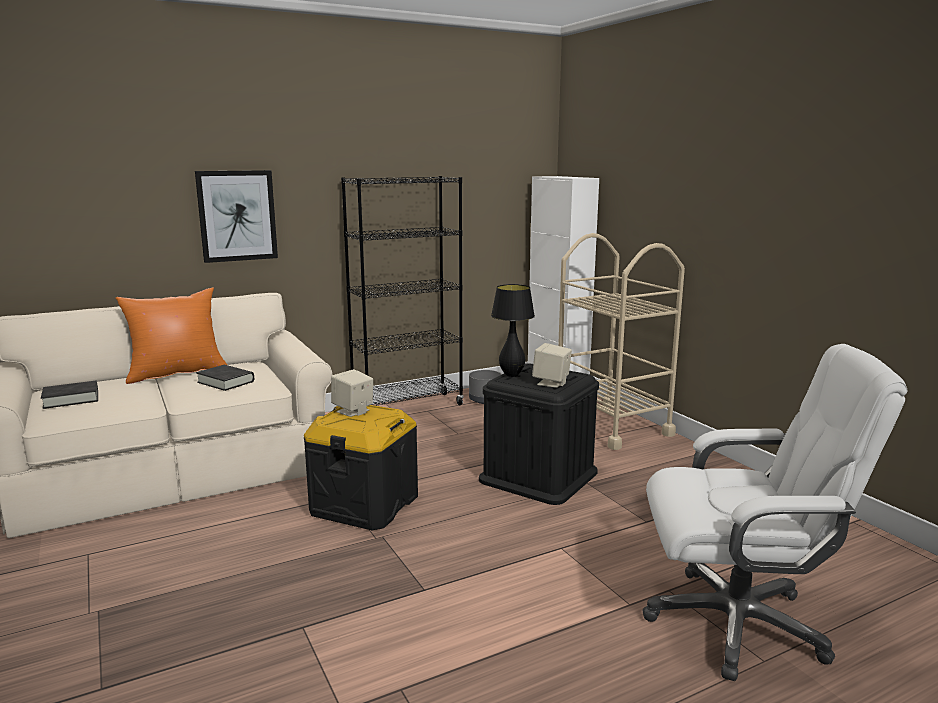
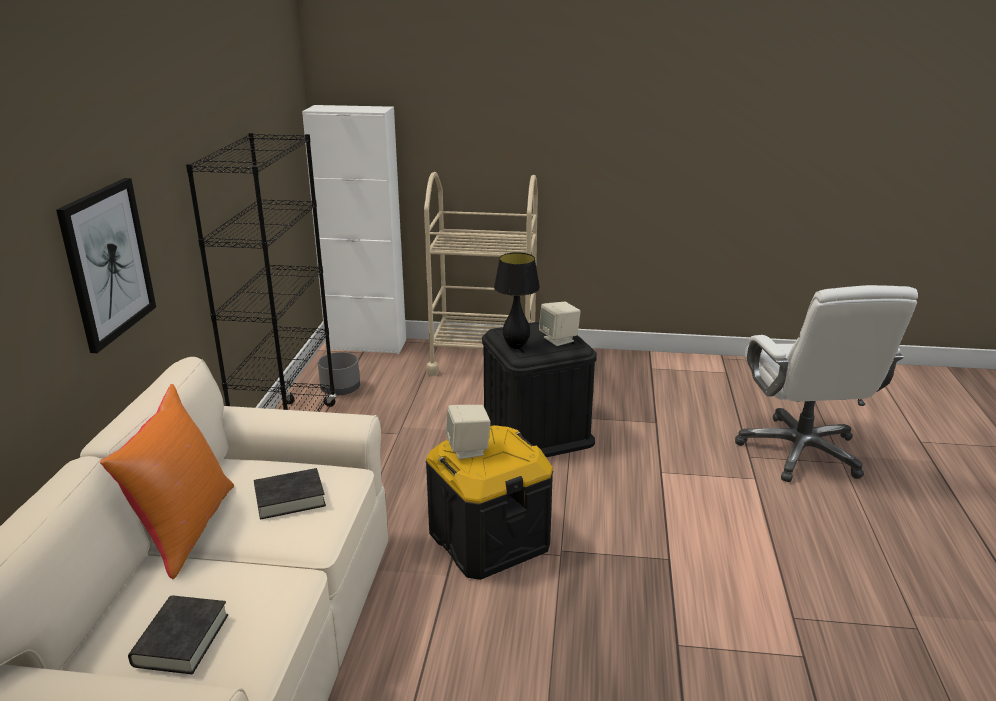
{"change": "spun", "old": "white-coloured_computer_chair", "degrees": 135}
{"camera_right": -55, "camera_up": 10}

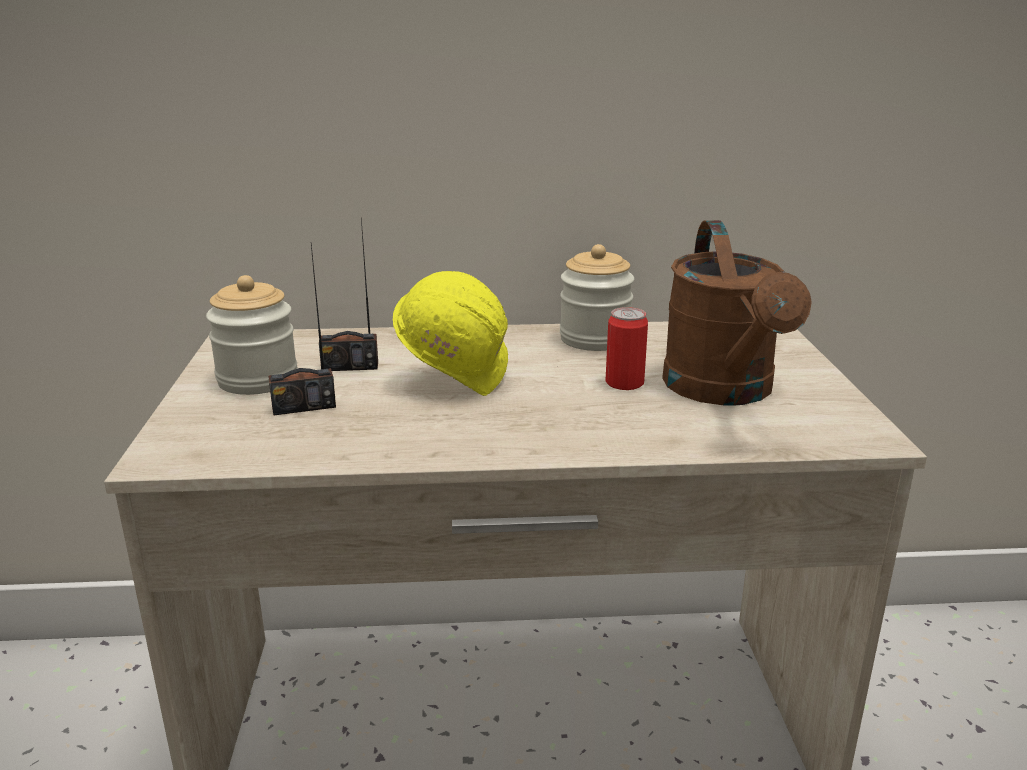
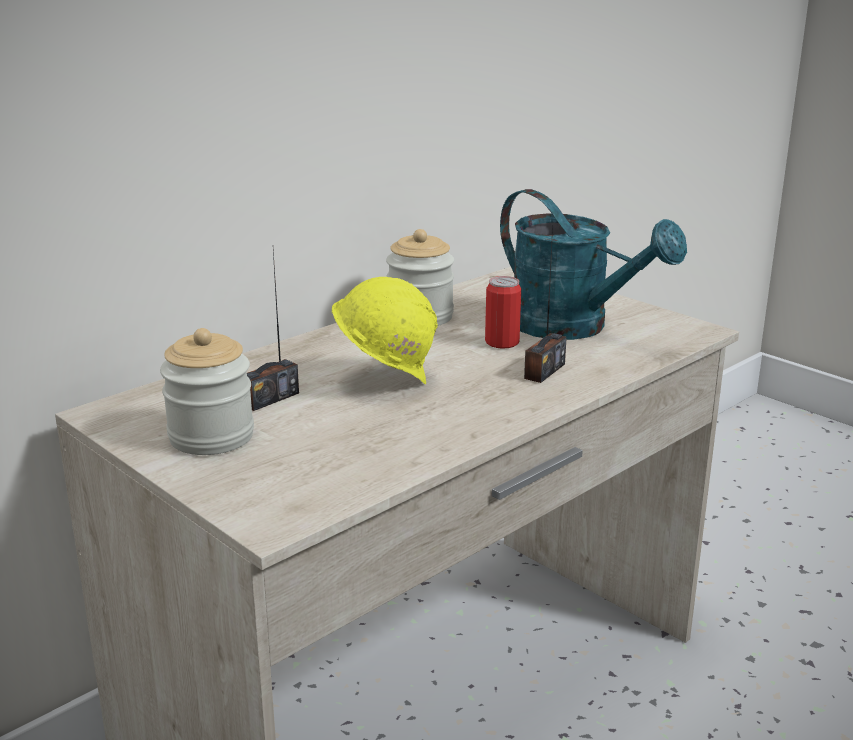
{"change": "relocated", "old": "radio_set (no. 1 from left in the first image)", "new": "radio_set (no. 2 from left)"}
{"change": "colour", "old": "brownish_watering_can", "new": "blue-green_watering_can"}
{"camera_right": -40, "camera_up": 0}

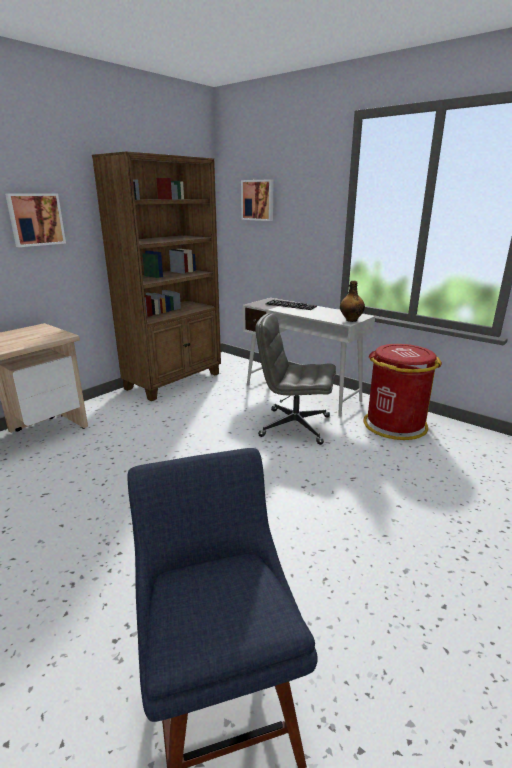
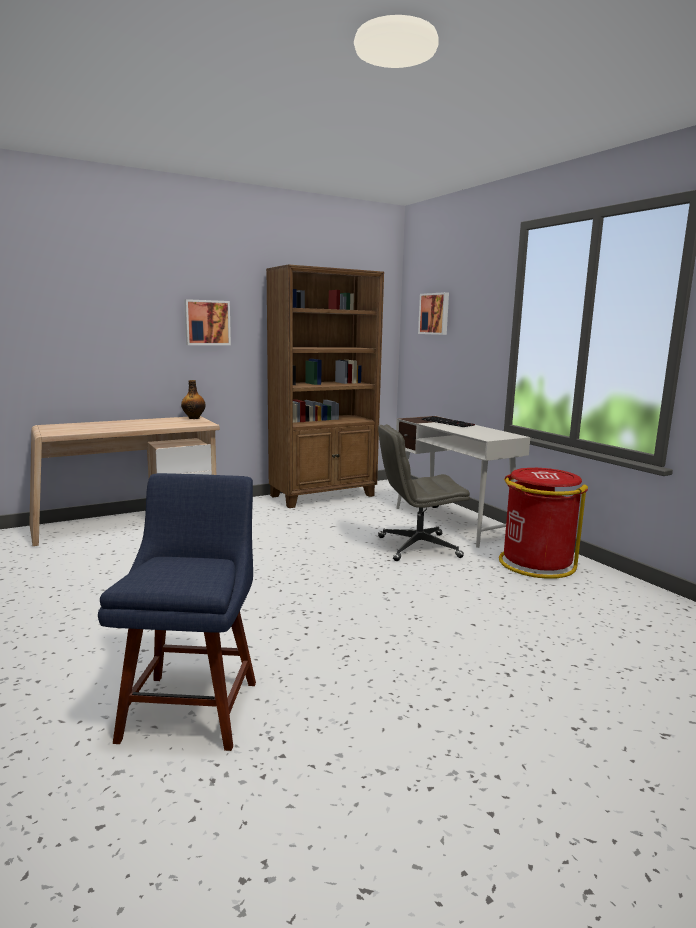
{"change": "spun", "old": "greyish_computer_chair", "degrees": -45}
{"change": "relocated", "old": "drink_bottle"}
{"camera_right": 20, "camera_up": -10}

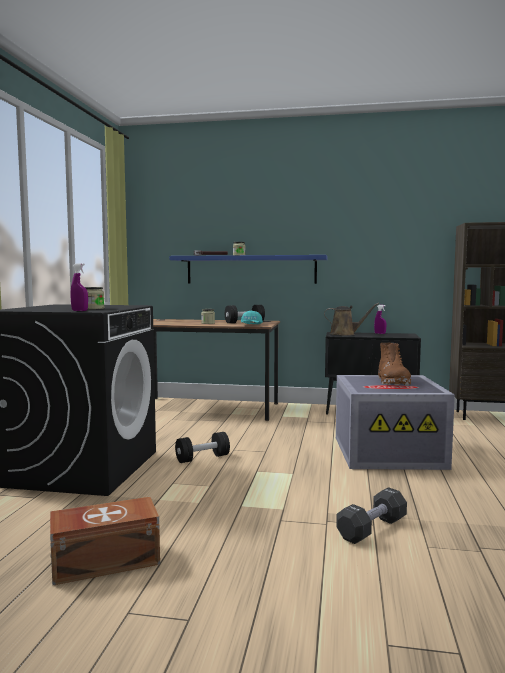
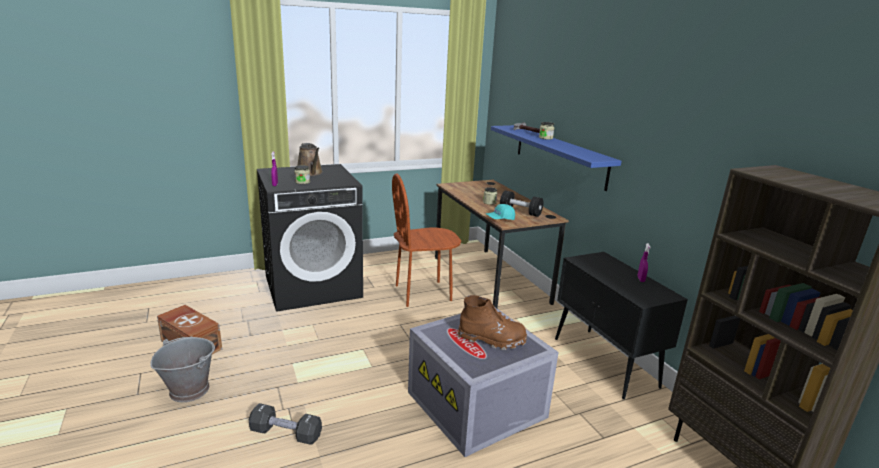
{"change": "missing", "old": "black-coloured_dumbbell (no. 1 from left)"}
{"change": "relocated", "old": "brownish_watering_can"}
{"change": "spun", "old": "brownish_tall_boot", "degrees": -135}
{"change": "appeared", "new": "greyish_water_bucket"}
{"change": "appeared", "new": "brownish_plain_chair"}
{"camera_right": 55, "camera_up": 15}

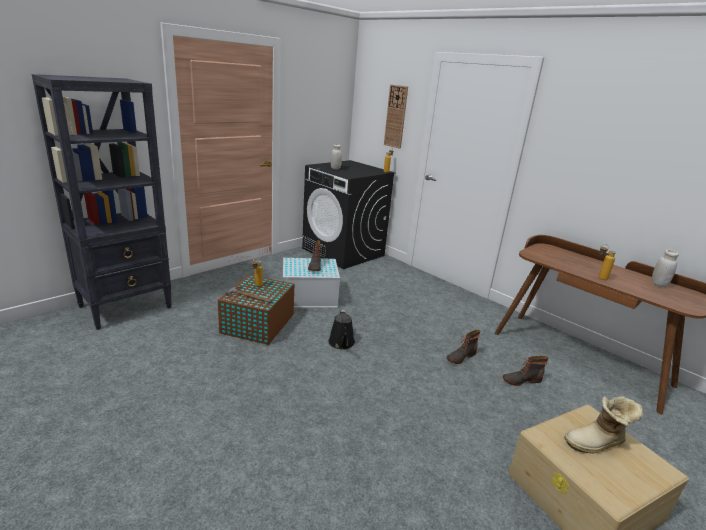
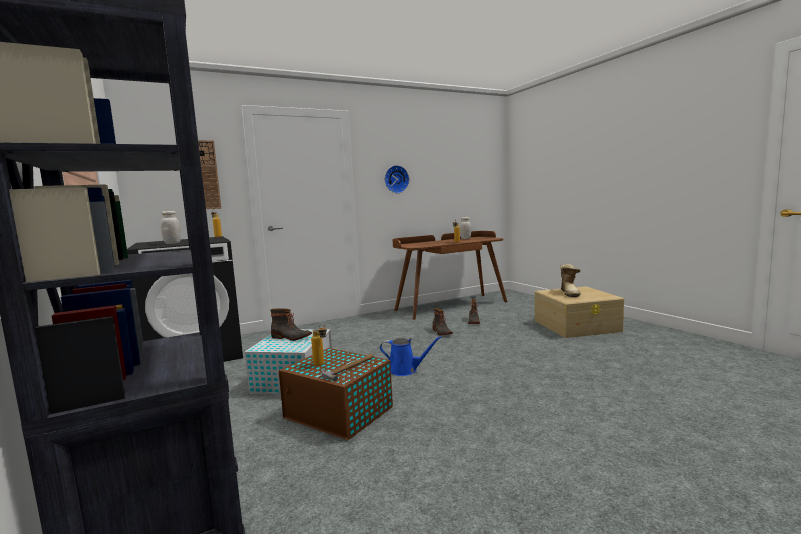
{"change": "colour", "old": "black-coloured_watering_can", "new": "bluish_watering_can"}
{"change": "appeared", "new": "clock_on_the_wall (no. 2 from left)"}
{"camera_right": -70, "camera_up": -15}

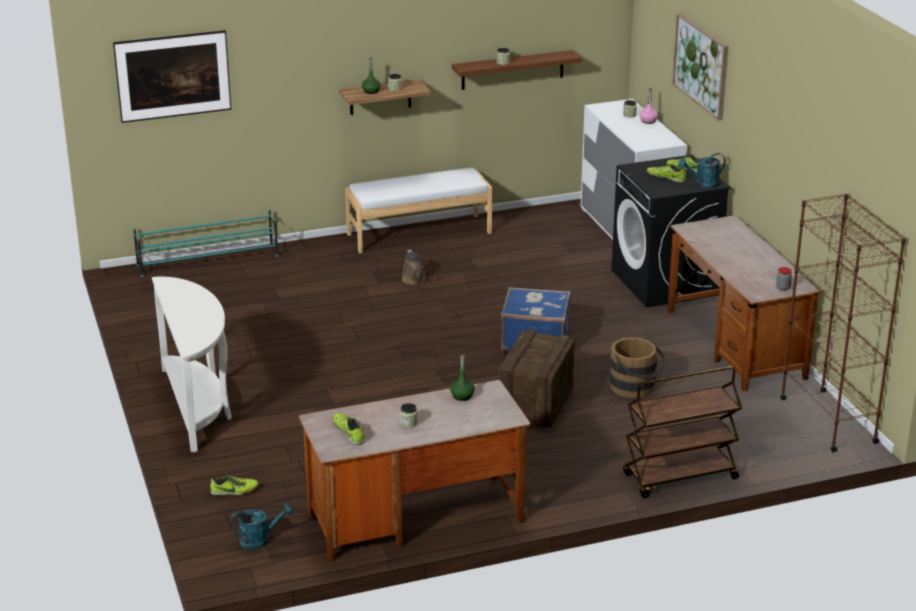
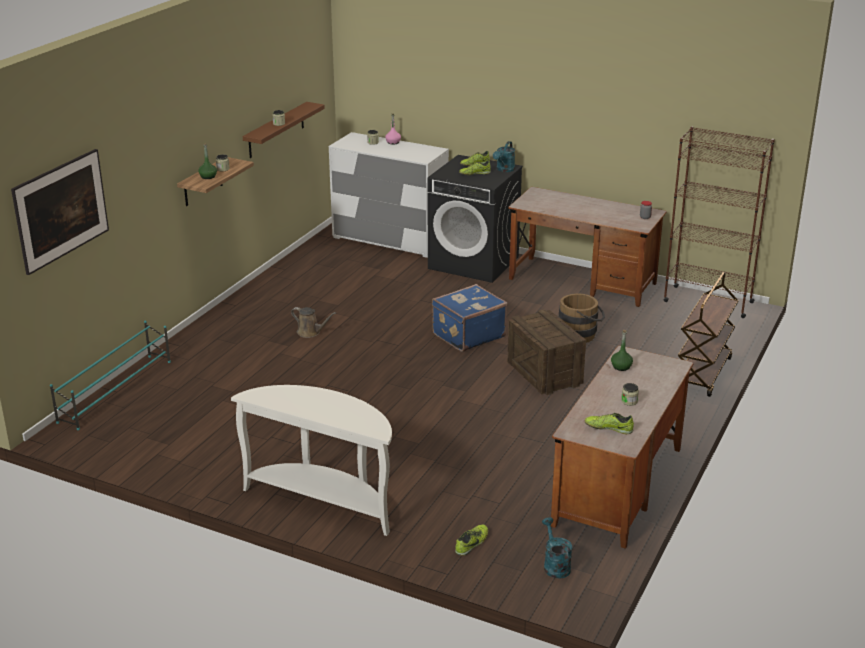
{"change": "spun", "old": "blue-green_watering_can (no. 1 from left in the first image)", "degrees": -45}
{"change": "missing", "old": "white-coloured_indoor_bench"}
{"change": "missing", "old": "wall_picture (no. 2 from left)"}
{"camera_right": -45, "camera_up": 0}

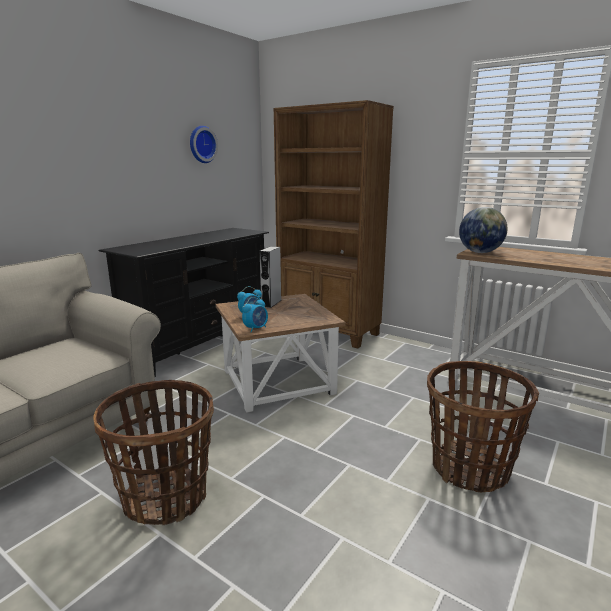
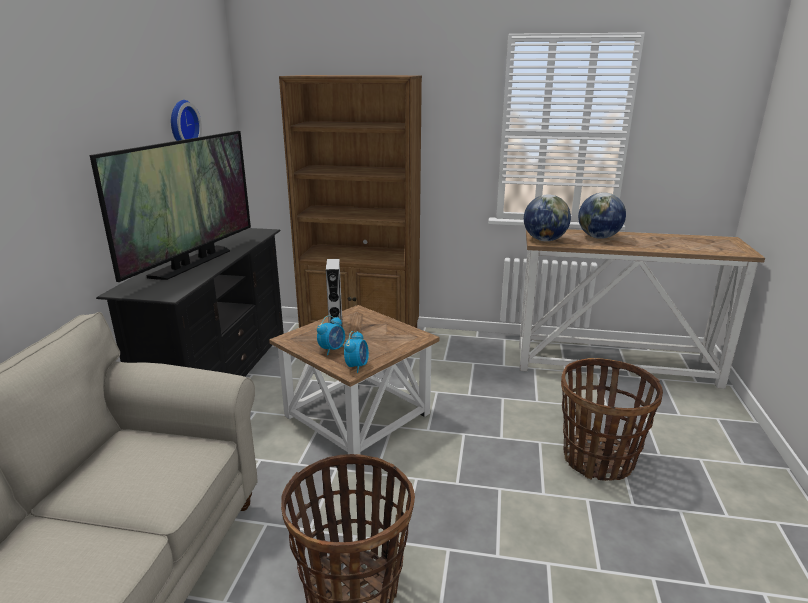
{"change": "appeared", "new": "TV"}
{"change": "appeared", "new": "world_globe (no. 2 from left)"}
{"camera_right": -25, "camera_up": 5}

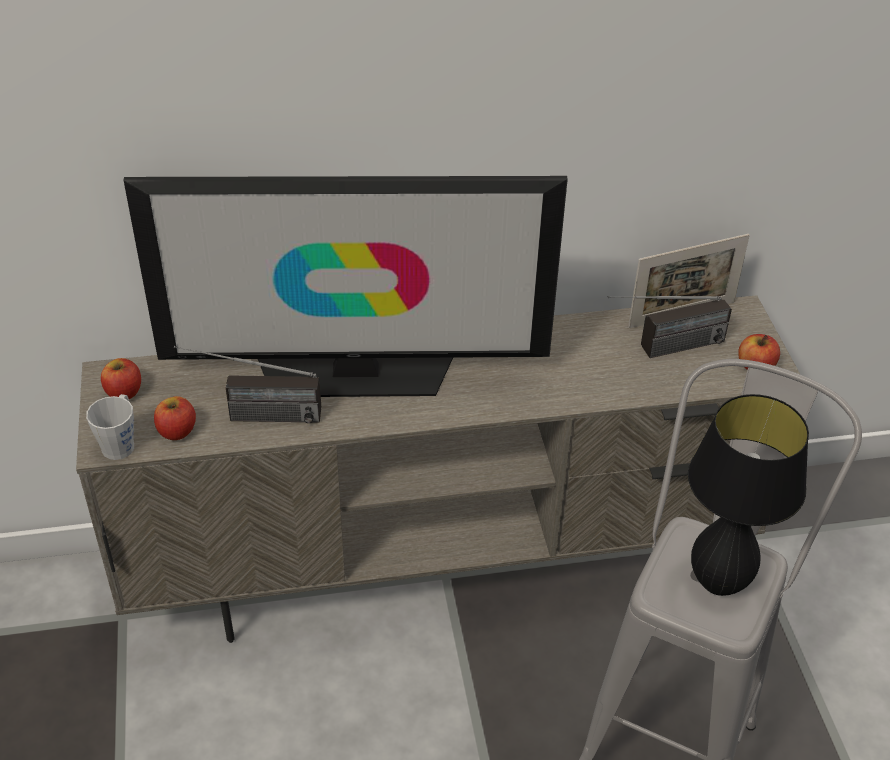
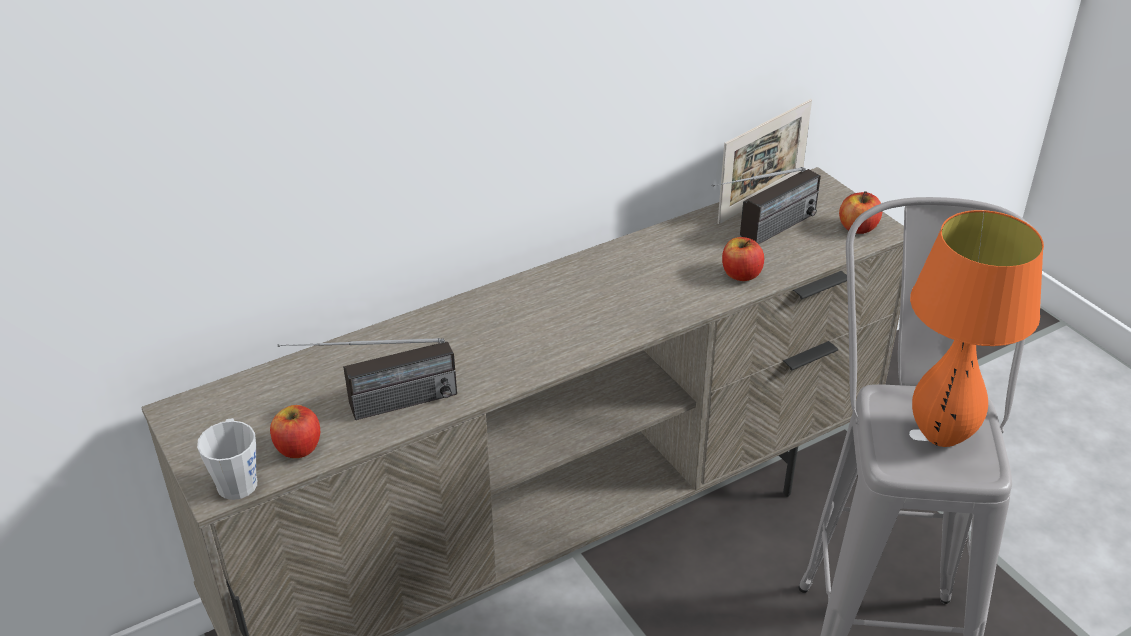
{"change": "relocated", "old": "apple_fruit (no. 1 from left in the first image)", "new": "apple_fruit (no. 2 from left)"}
{"change": "missing", "old": "TV"}
{"change": "colour", "old": "black-coloured_table_lamp", "new": "orangey_table_lamp"}
{"camera_right": -20, "camera_up": -5}

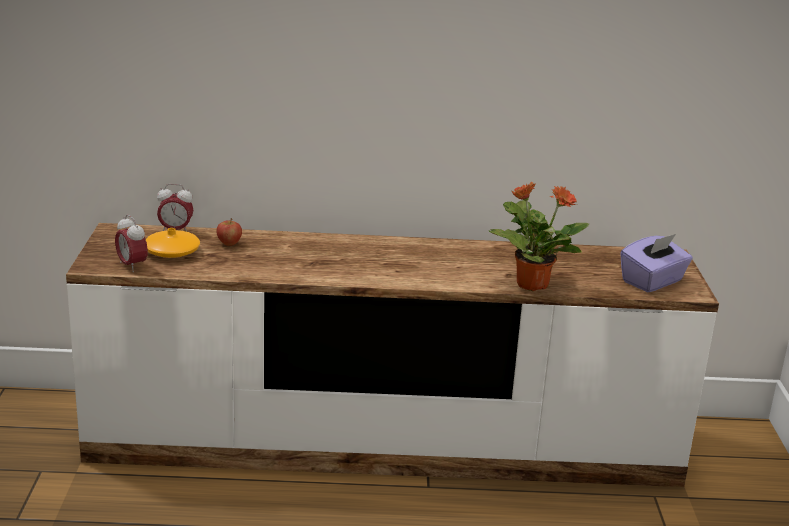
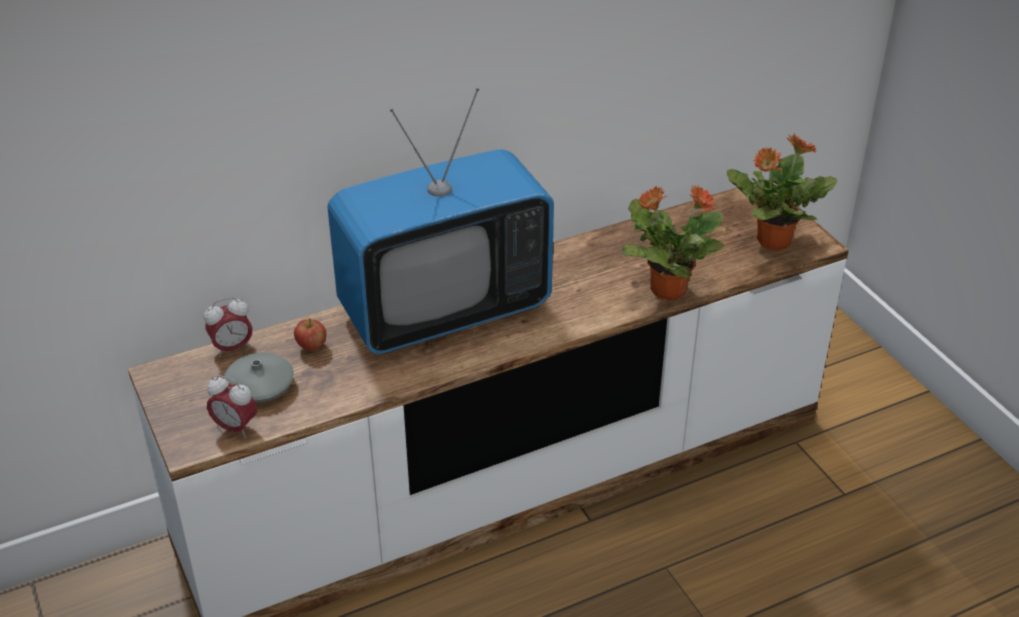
{"change": "colour", "old": "orangey_flower_vase", "new": "greyish_flower_vase"}
{"change": "exchanged", "old": "purple_box_of_tissues", "new": "potted_plant (no. 2 from left)"}
{"change": "appeared", "new": "TV"}
{"camera_right": -25, "camera_up": 15}

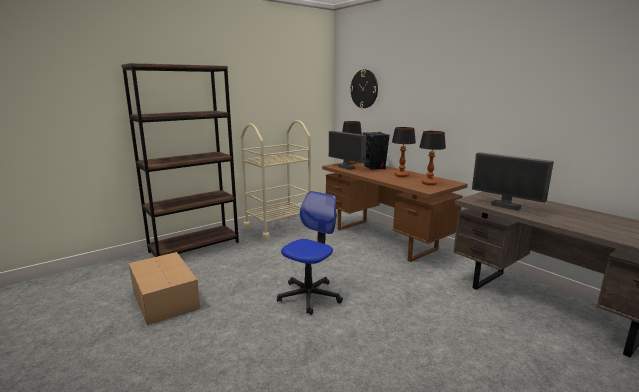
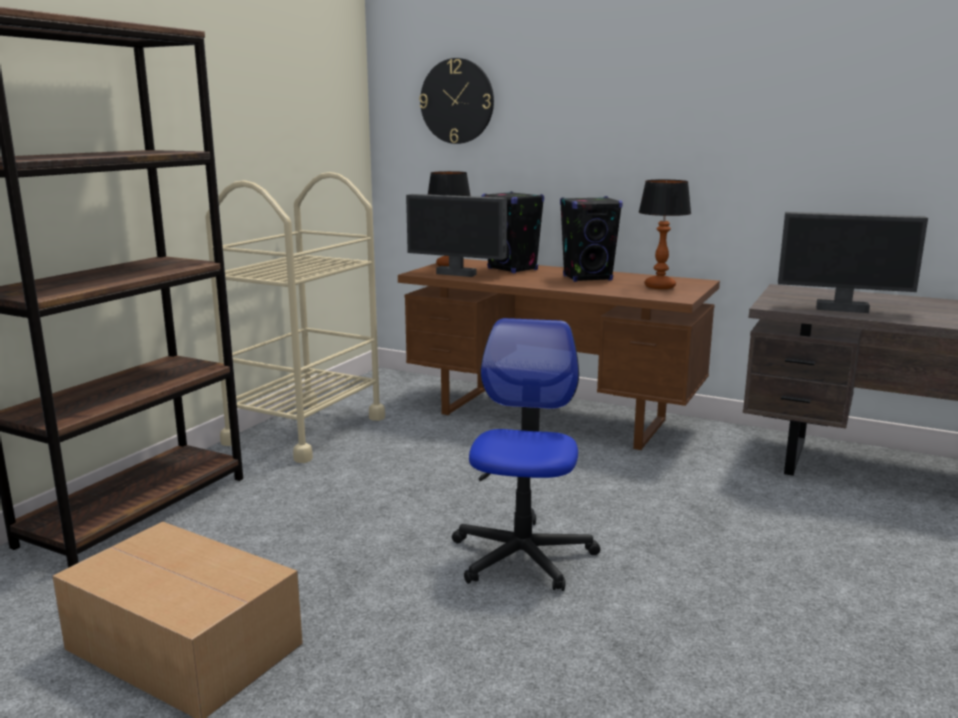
{"change": "exchanged", "old": "table_lamp (no. 2 from left)", "new": "black-coloured_audio_speaker (no. 2 from left)"}
{"camera_right": -25, "camera_up": 0}

